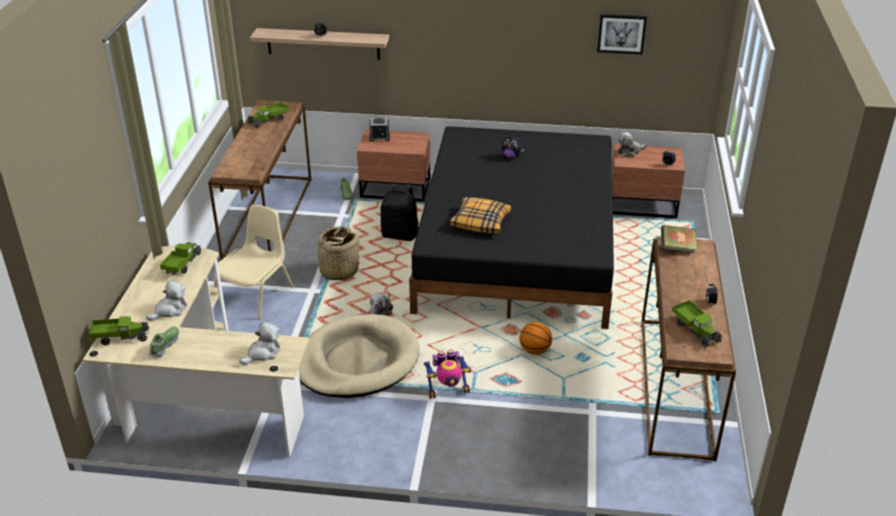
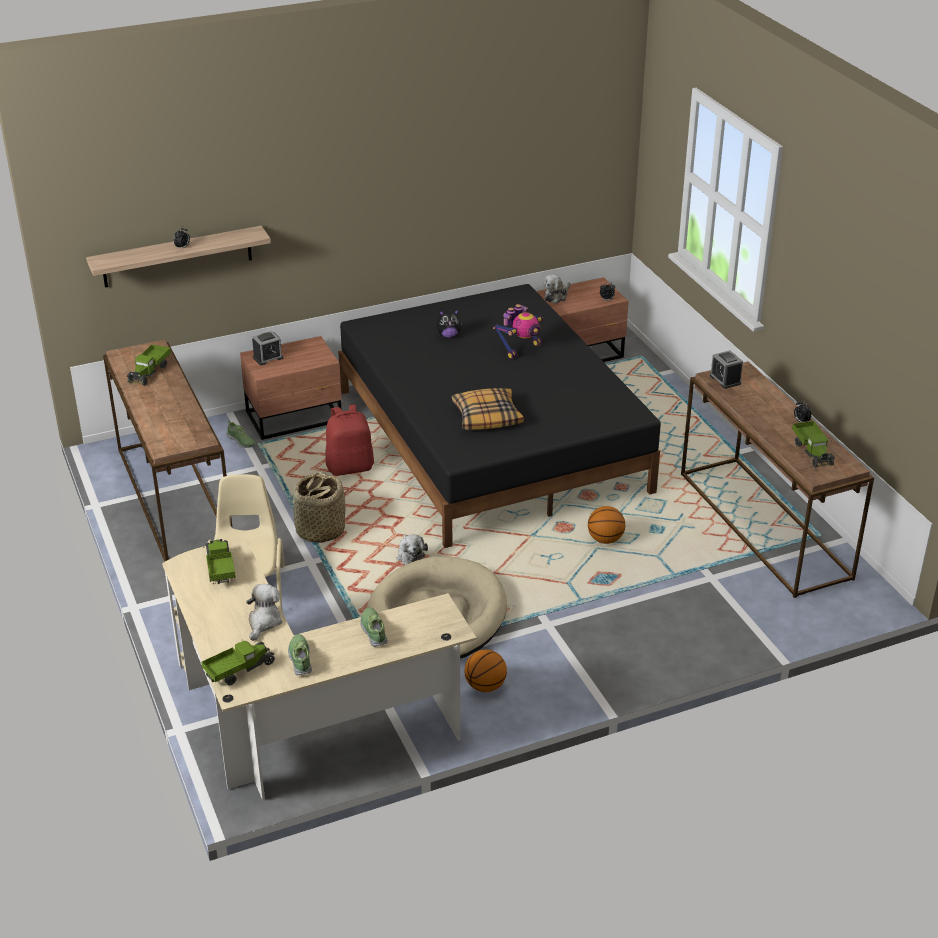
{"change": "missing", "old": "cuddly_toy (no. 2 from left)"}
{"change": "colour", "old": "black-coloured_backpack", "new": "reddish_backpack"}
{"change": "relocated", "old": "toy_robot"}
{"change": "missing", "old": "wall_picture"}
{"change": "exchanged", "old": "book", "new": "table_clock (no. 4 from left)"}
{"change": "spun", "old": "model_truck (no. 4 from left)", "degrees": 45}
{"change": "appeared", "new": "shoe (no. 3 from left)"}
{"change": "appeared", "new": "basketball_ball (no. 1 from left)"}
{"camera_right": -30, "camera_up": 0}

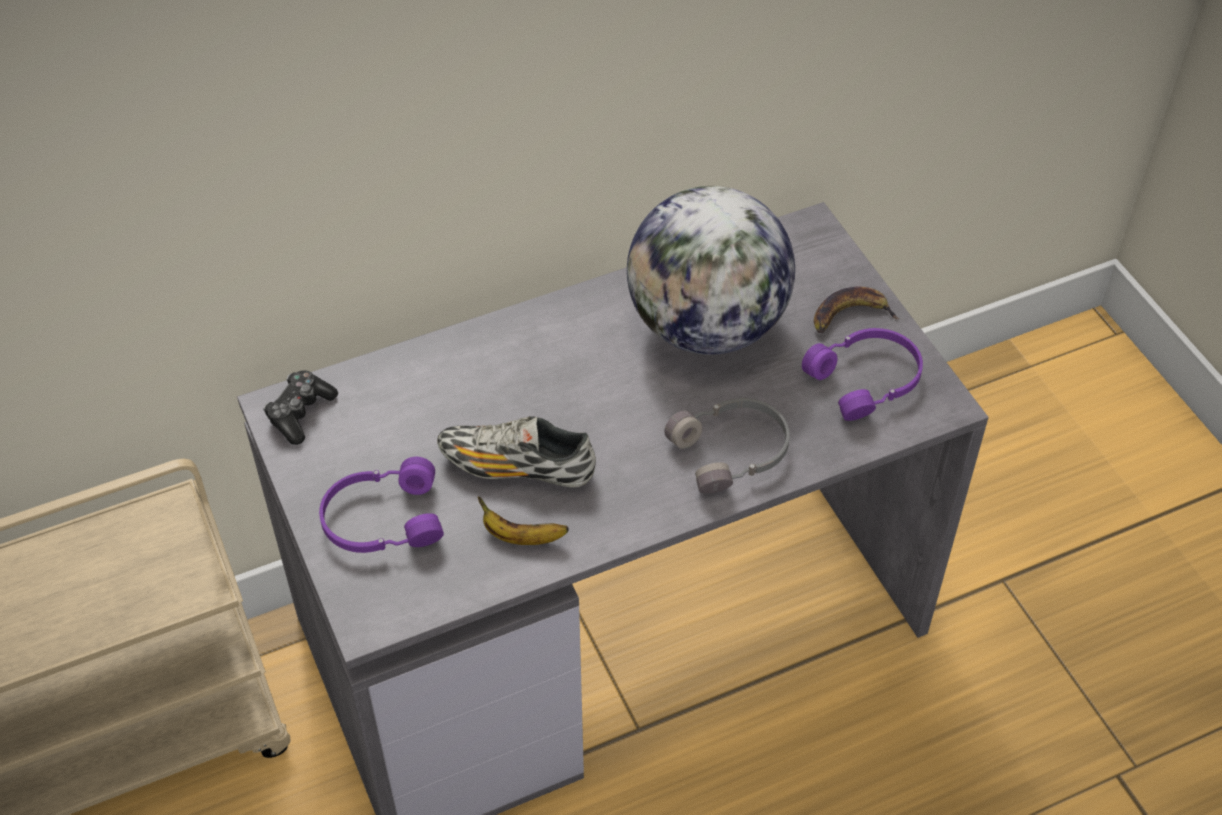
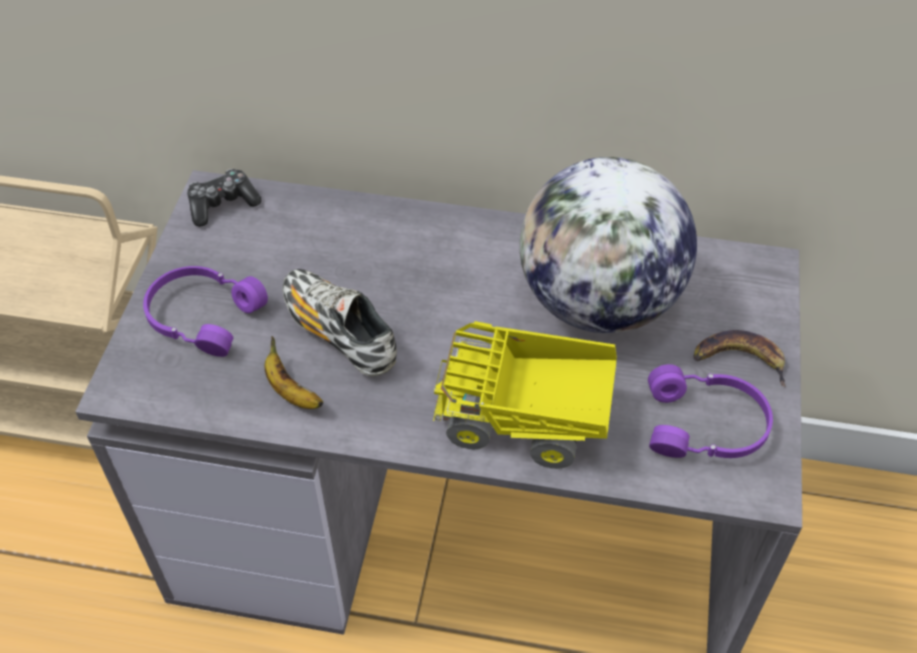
{"change": "exchanged", "old": "greyish_headphones", "new": "model_truck"}
{"camera_right": 35, "camera_up": 0}

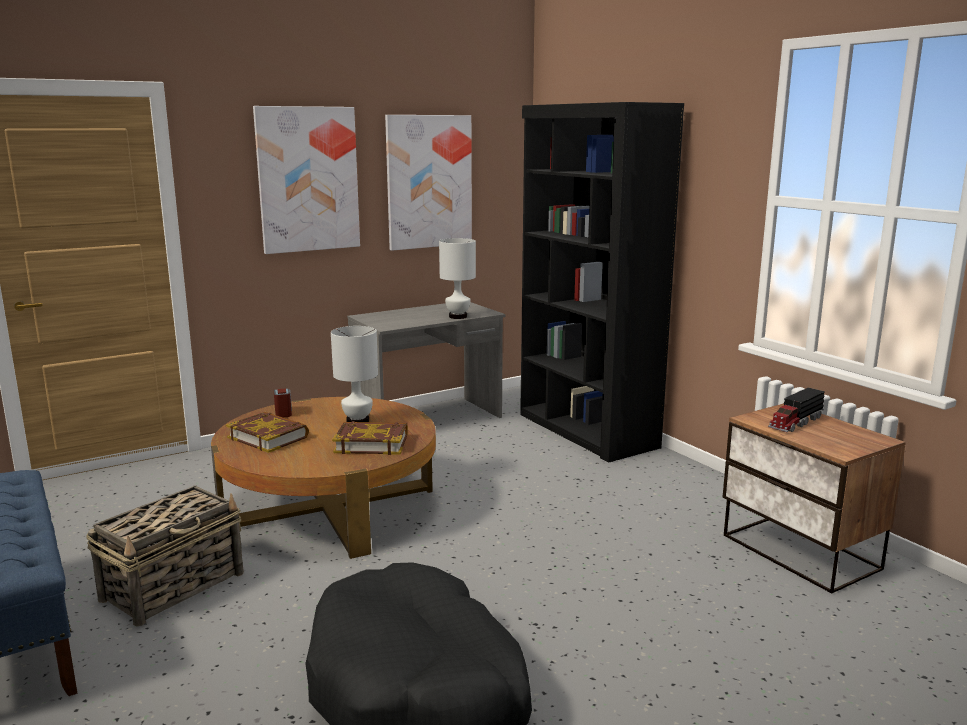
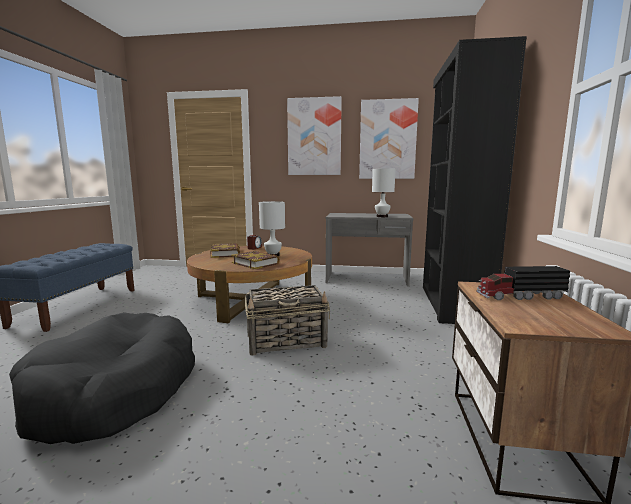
{"change": "relocated", "old": "household_basket"}
{"camera_right": 40, "camera_up": -5}

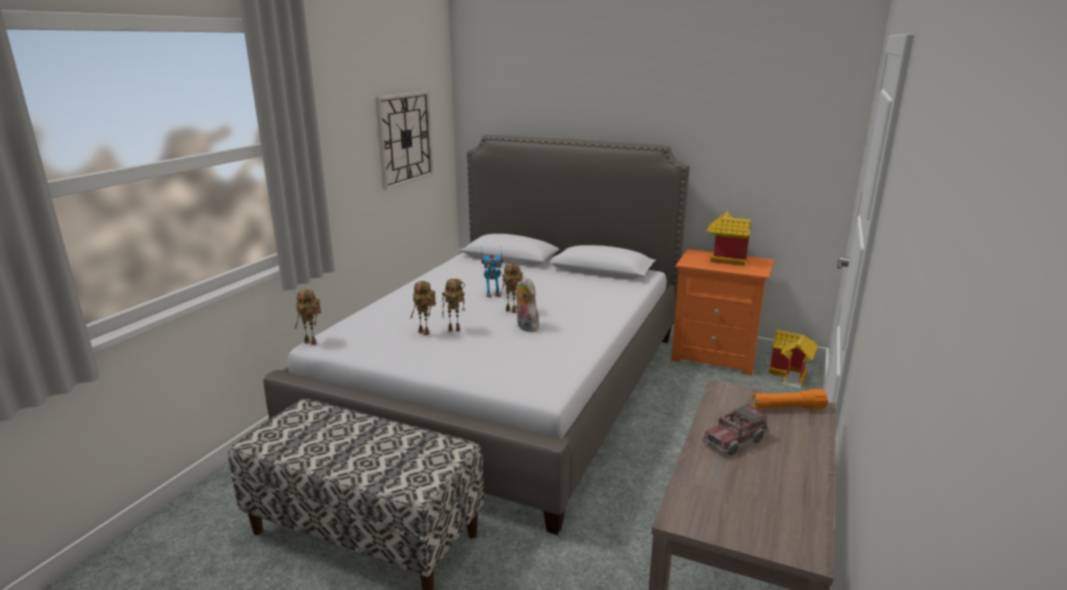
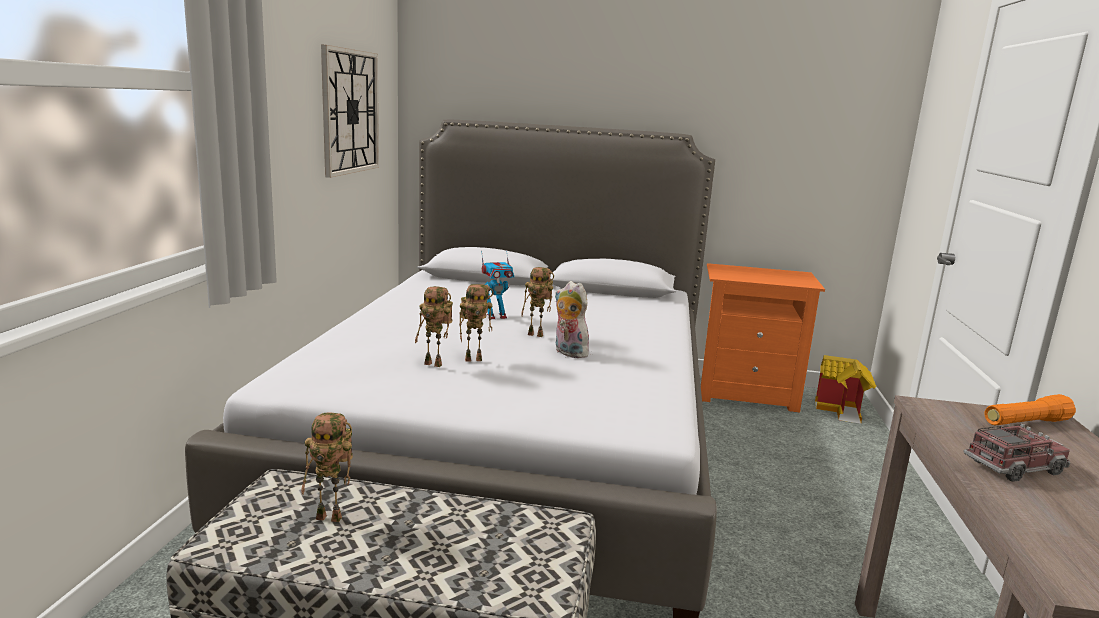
{"change": "relocated", "old": "toy_robot (no. 1 from left)"}
{"change": "spun", "old": "model_truck", "degrees": -150}
{"change": "missing", "old": "toy_house (no. 1 from left)"}
{"camera_right": -15, "camera_up": -5}

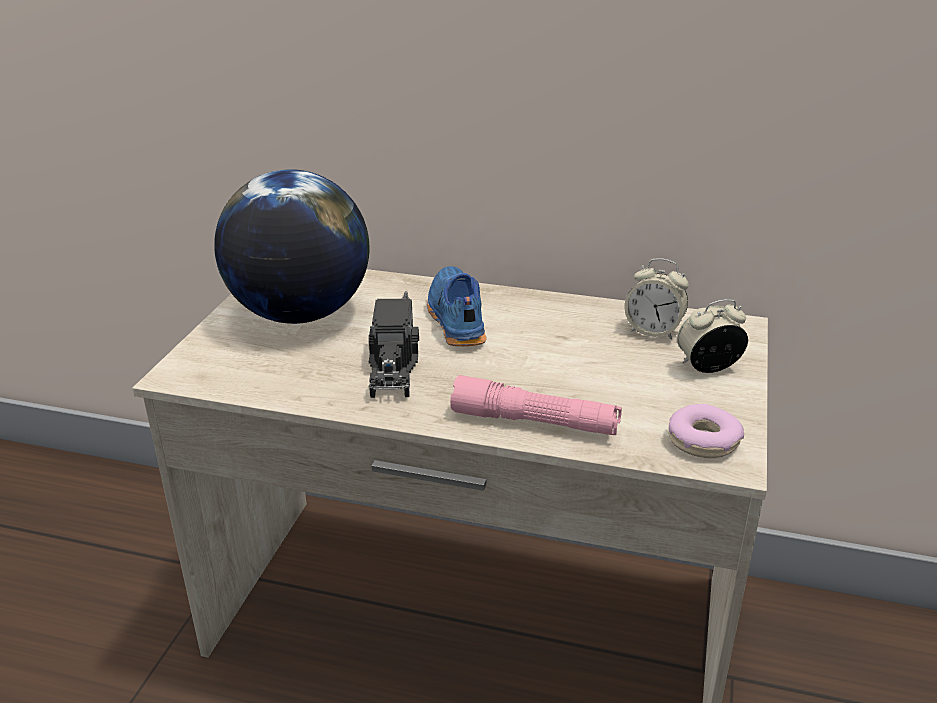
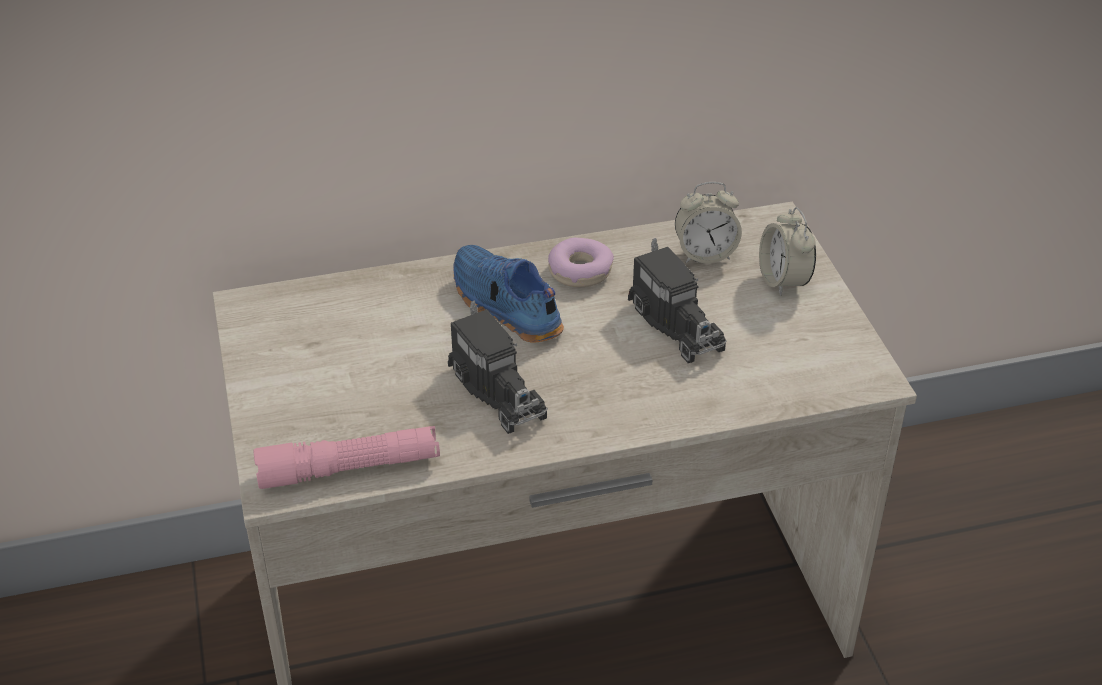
{"change": "missing", "old": "world_globe"}
{"change": "relocated", "old": "pink-coloured_flashlight"}
{"change": "relocated", "old": "ring_doughnut"}
{"change": "spun", "old": "table_clock (no. 2 from left)", "degrees": -60}
{"change": "appeared", "new": "model_truck (no. 2 from left)"}
{"camera_right": -30, "camera_up": 10}

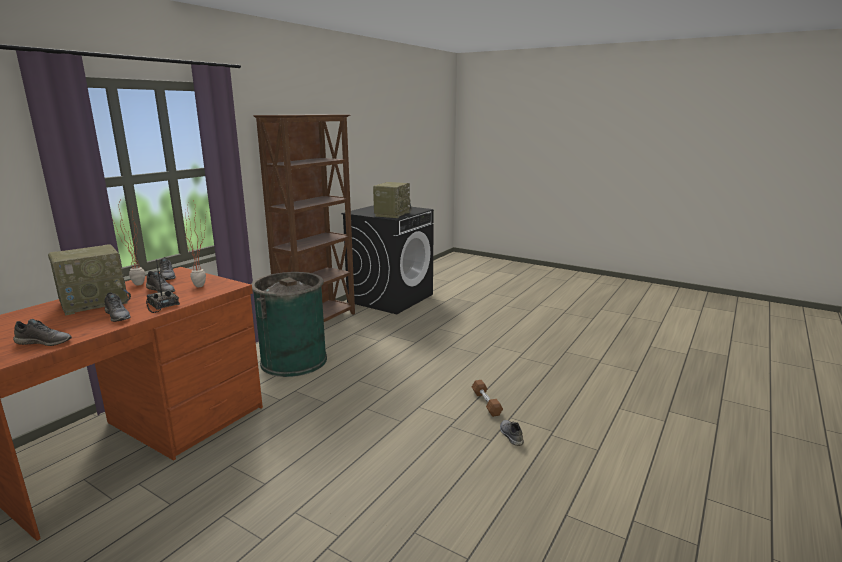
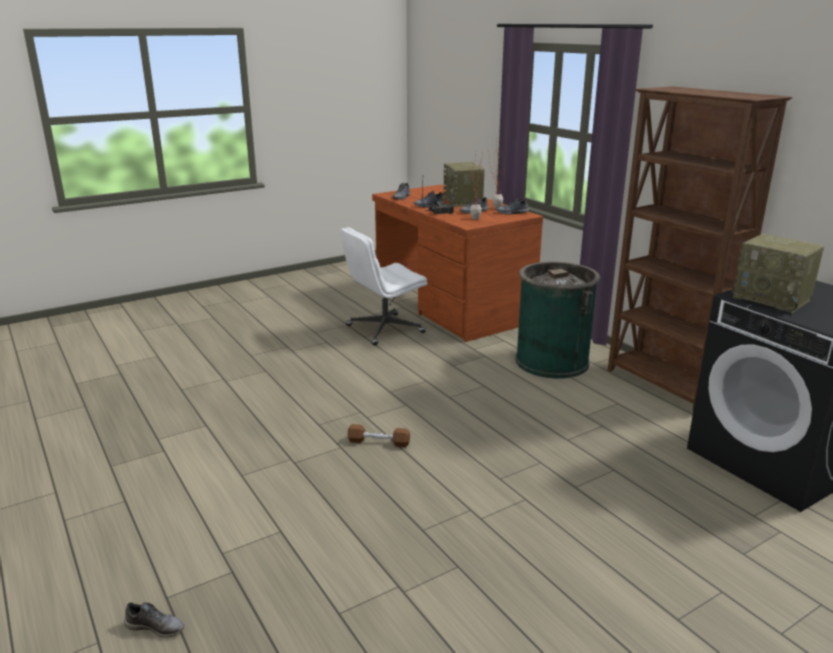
{"change": "relocated", "old": "greyish_shoe (no. 5 from left in the first image)", "new": "greyish_shoe (no. 1 from left)"}
{"change": "appeared", "new": "white-coloured_computer_chair"}
{"camera_right": 115, "camera_up": 5}

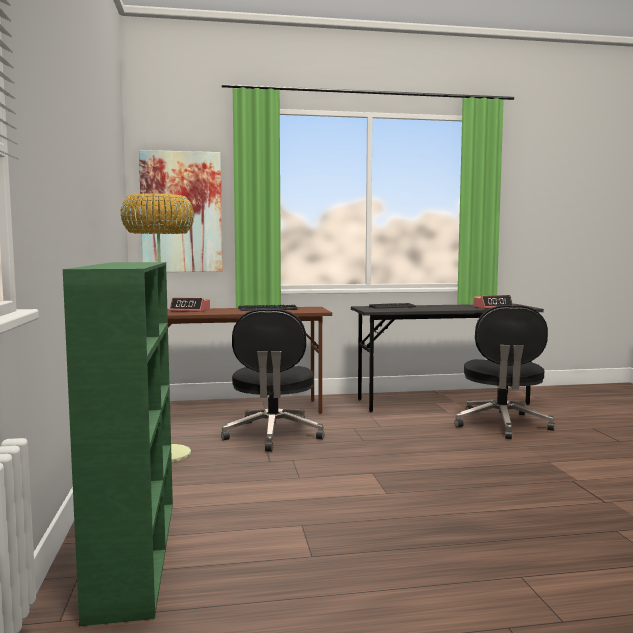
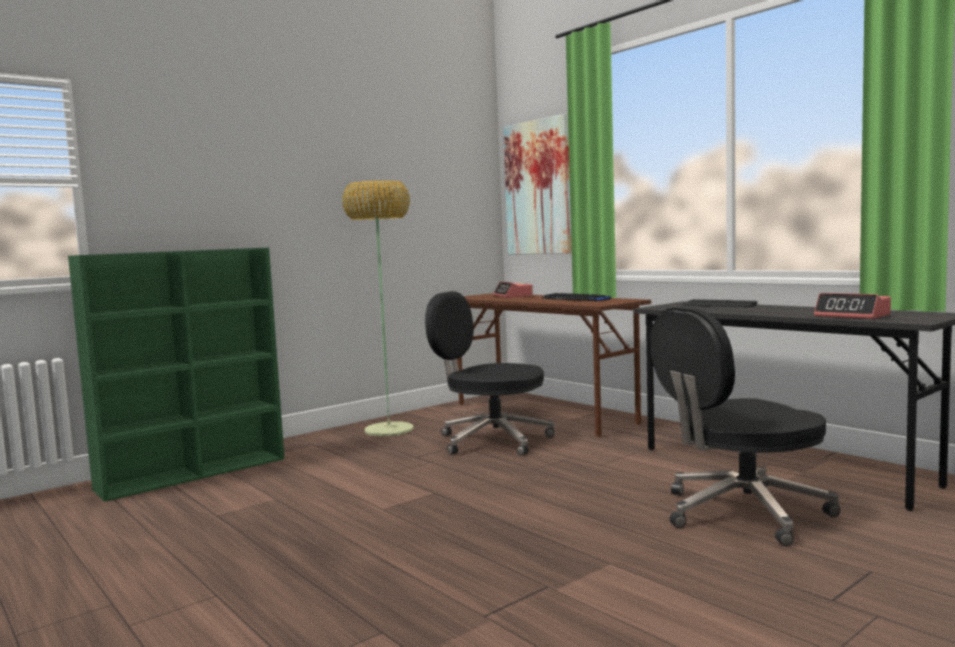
{"change": "spun", "old": "black-coloured_computer_chair (no. 1 from left)", "degrees": 60}
{"camera_right": 60, "camera_up": 0}

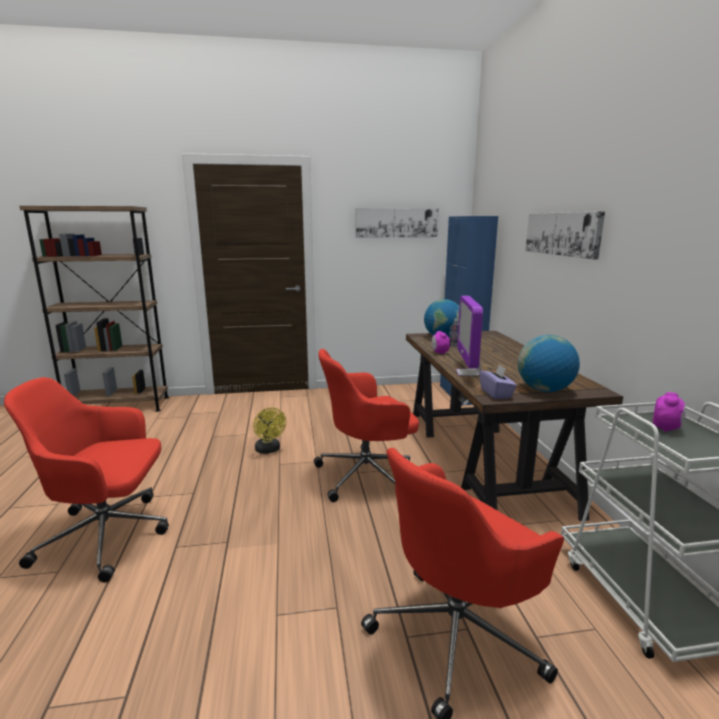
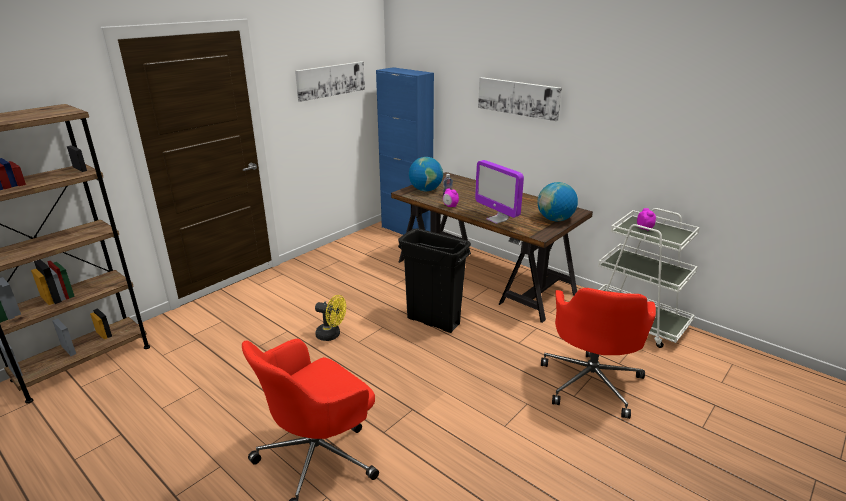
{"change": "exchanged", "old": "reddish_computer_chair (no. 2 from left)", "new": "black-coloured_rubbish_bin"}
{"change": "missing", "old": "purple_box_of_tissues"}
{"camera_right": -40, "camera_up": 10}

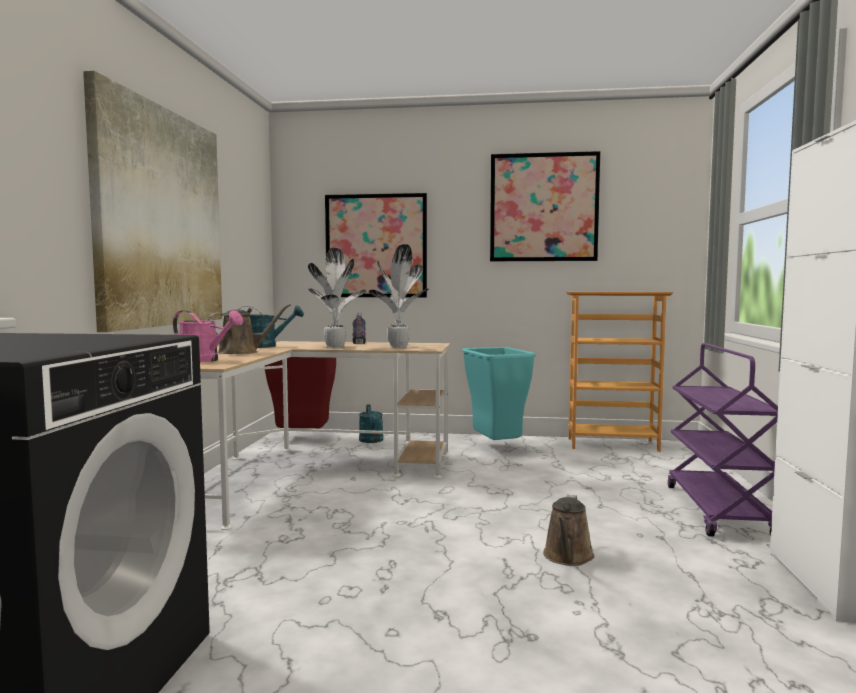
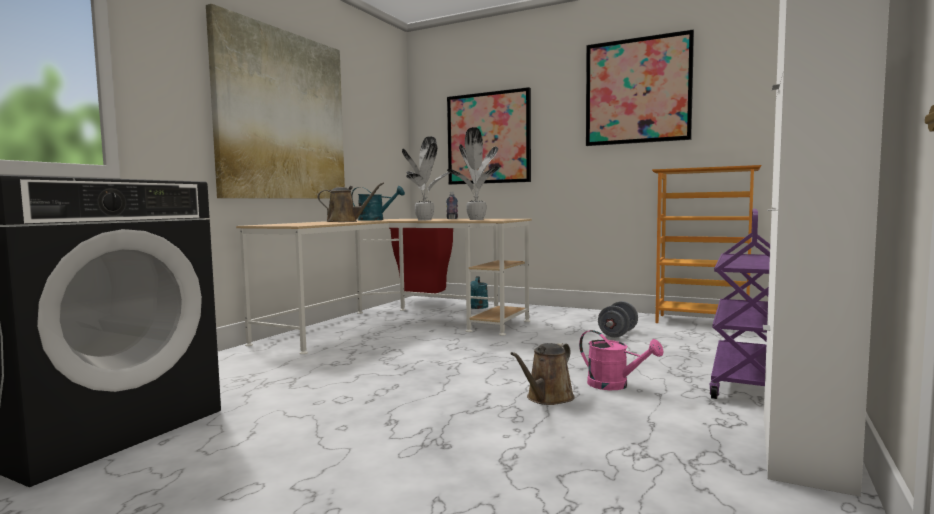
{"change": "relocated", "old": "pink-coloured_watering_can"}
{"change": "missing", "old": "blue-green_rubbish_bin"}
{"change": "appeared", "new": "greyish_dumbbell"}
{"camera_right": 20, "camera_up": 0}

